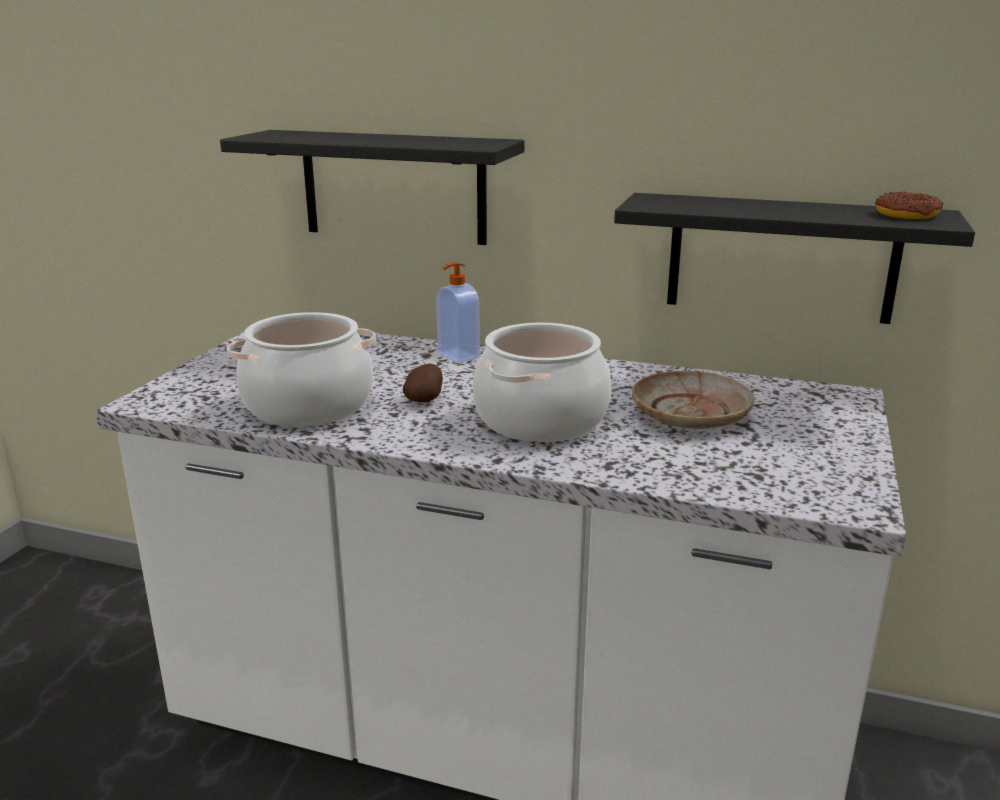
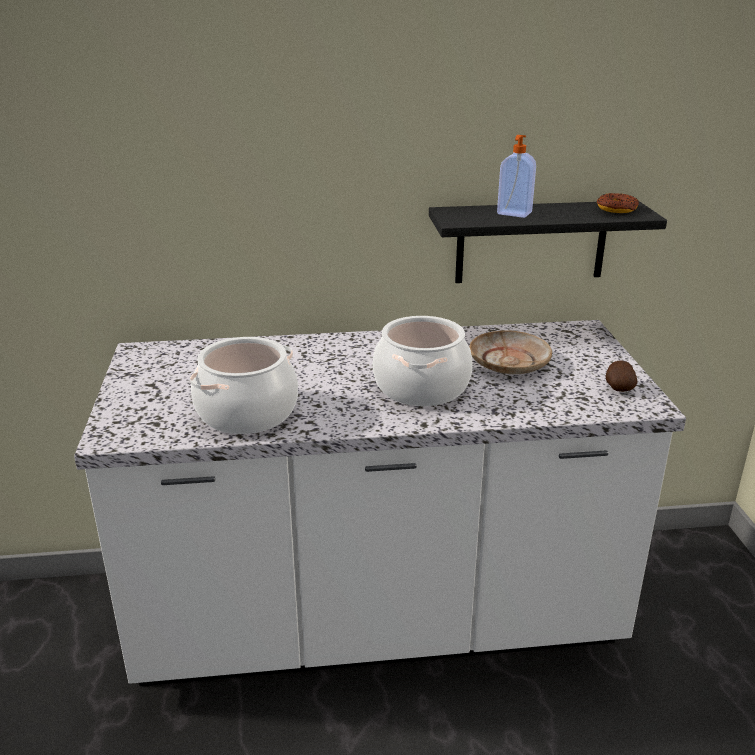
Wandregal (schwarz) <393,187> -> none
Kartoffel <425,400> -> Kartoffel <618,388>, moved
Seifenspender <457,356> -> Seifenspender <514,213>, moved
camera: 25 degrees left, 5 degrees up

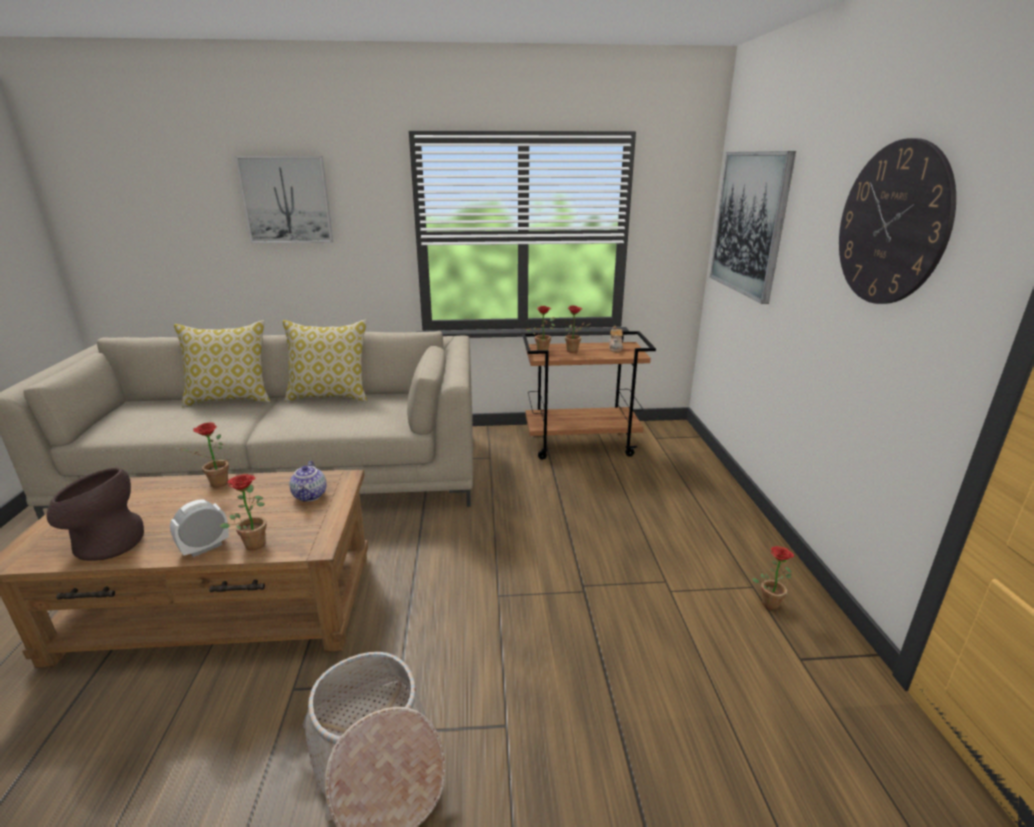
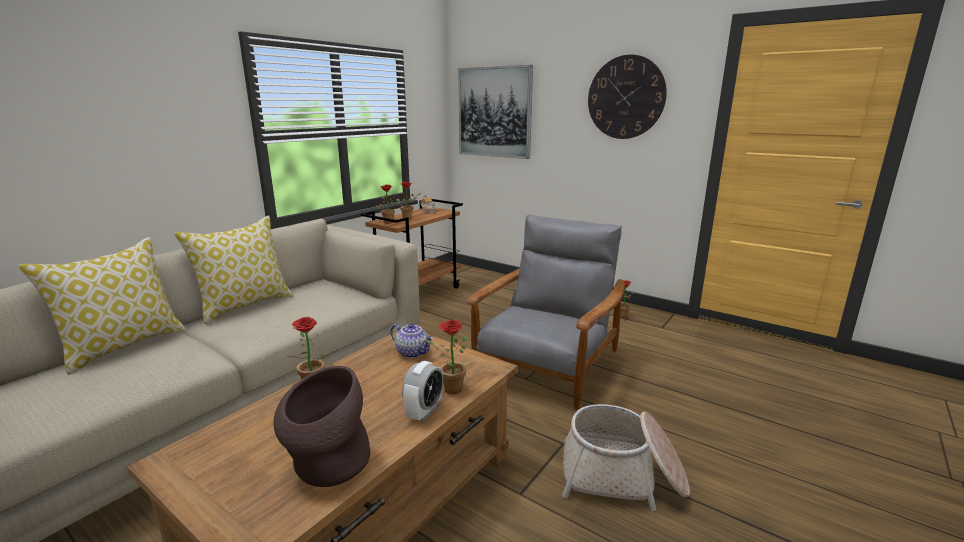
Bild <286,200> -> none
none -> Sessel (grau) <547,364>
Wecker <205,548> -> Wecker <424,412>, 150 degrees counterclockwise
camera: 50 degrees left, 5 degrees down

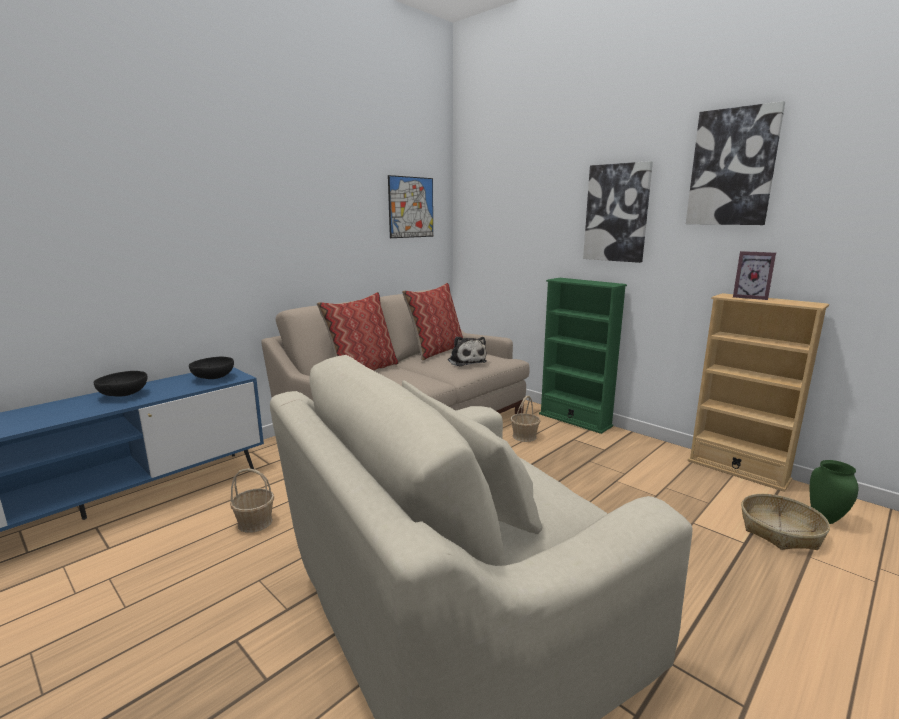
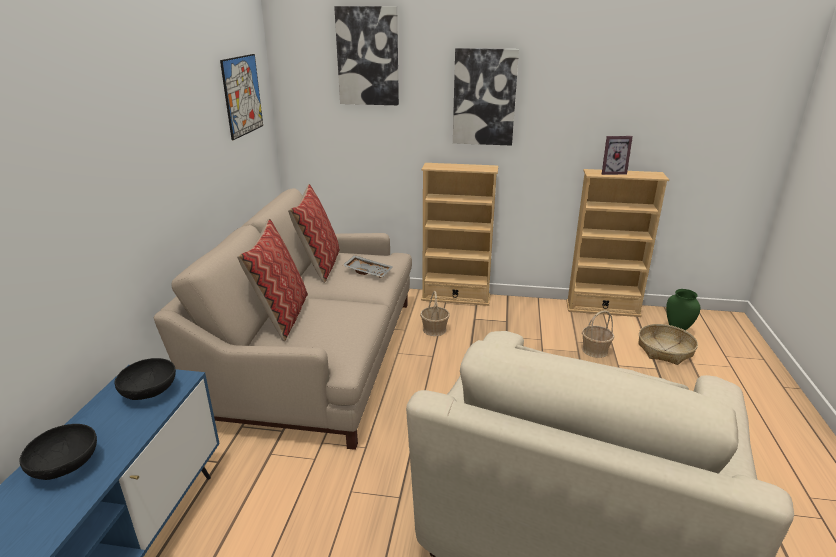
Korb <255,522> -> Korb <594,350>, moved
Bild <732,167> -> Bild <368,56>, moved
Plüschtier <466,361> -> Tablett (grau) <368,271>
Bücherregal (grün) <575,420> -> Bücherregal (beige) <455,297>
camera: 35 degrees left, 10 degrees up

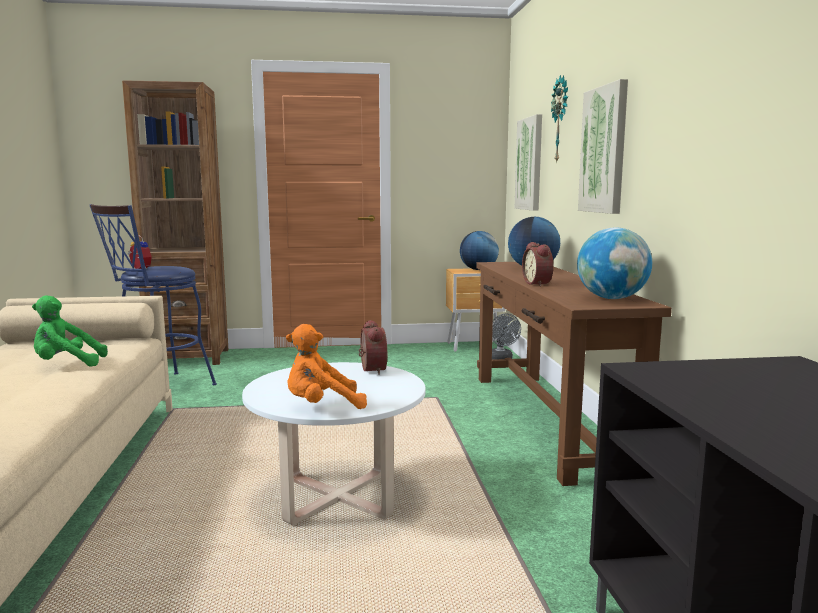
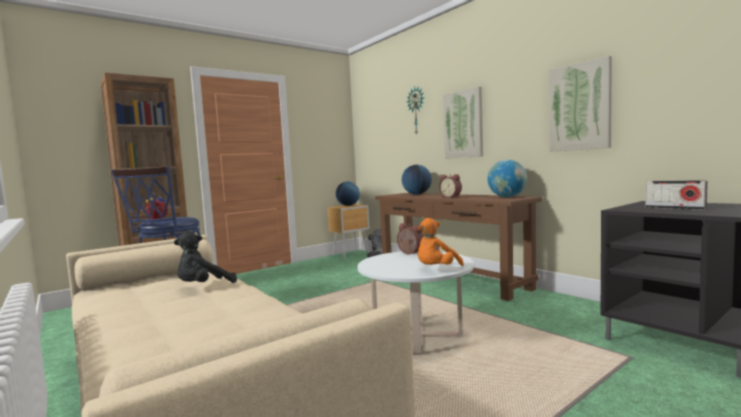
none -> Radio <674,208>
Bild <530,164> -> Bild <580,107>, moved
Plüschtier (grün) <66,364> -> Plüschtier (schwarz) <203,287>
camera: 30 degrees left, 5 degrees down

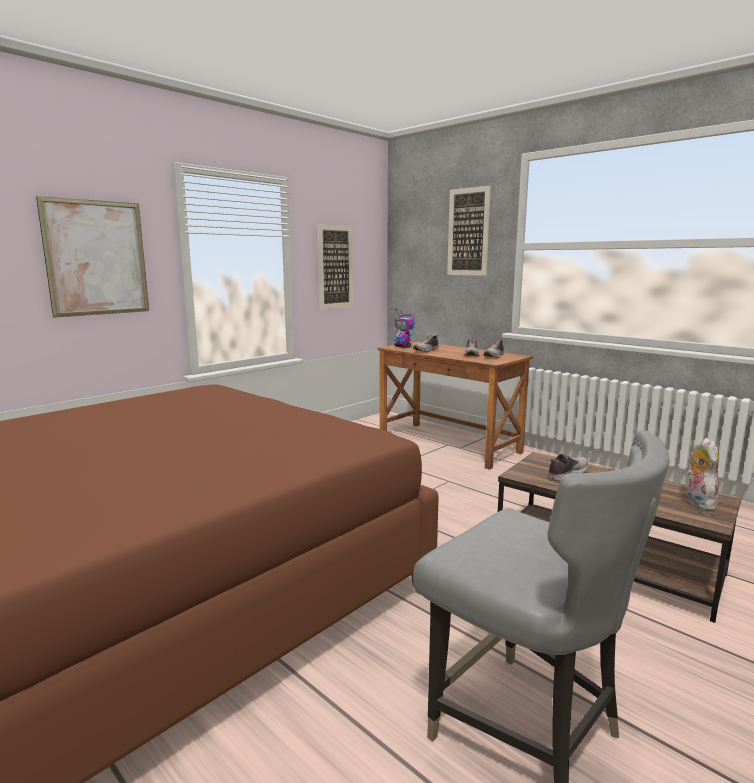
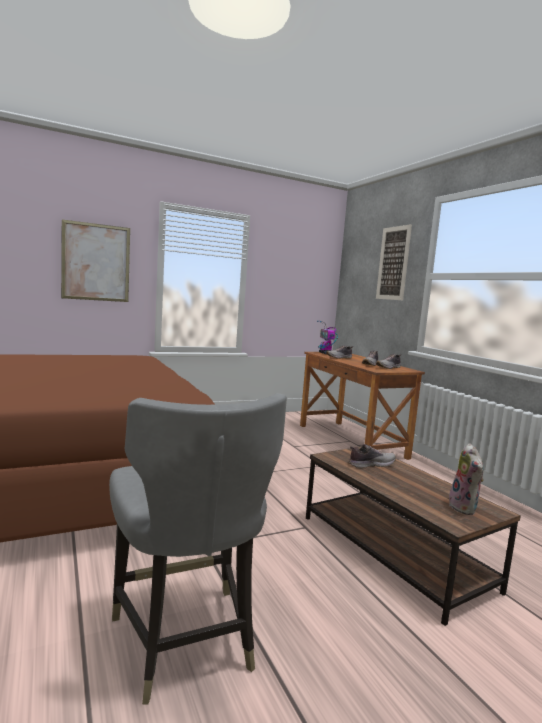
Bild <335,267> -> none
Plüschtier <697,502> -> Plüschtier <465,508>, 150 degrees clockwise
camera: 20 degrees right, 5 degrees down

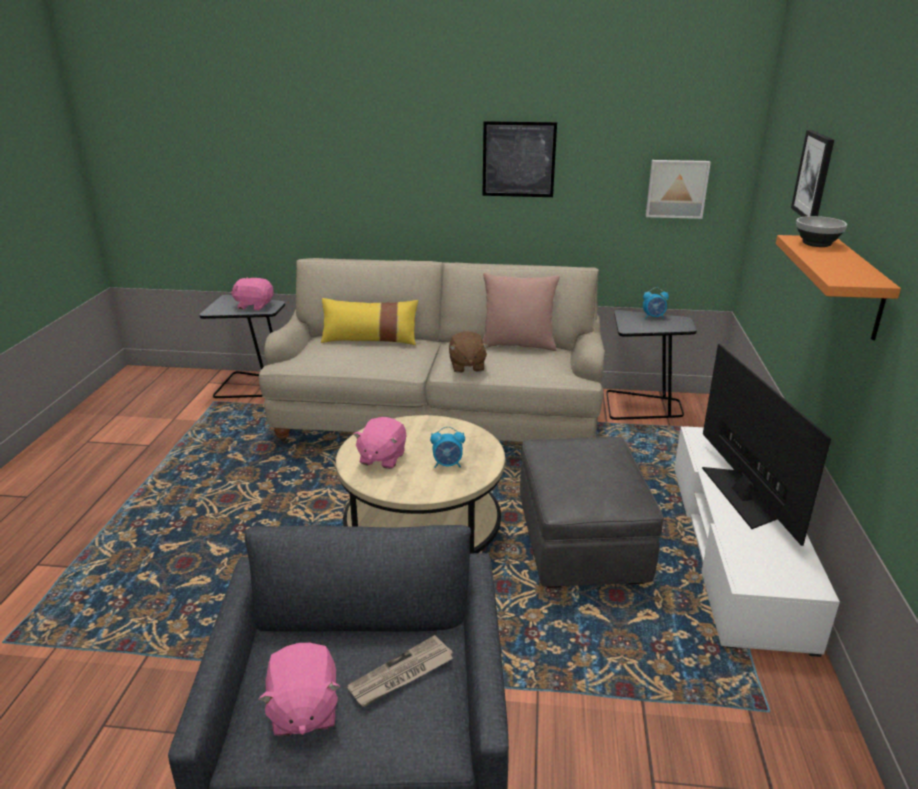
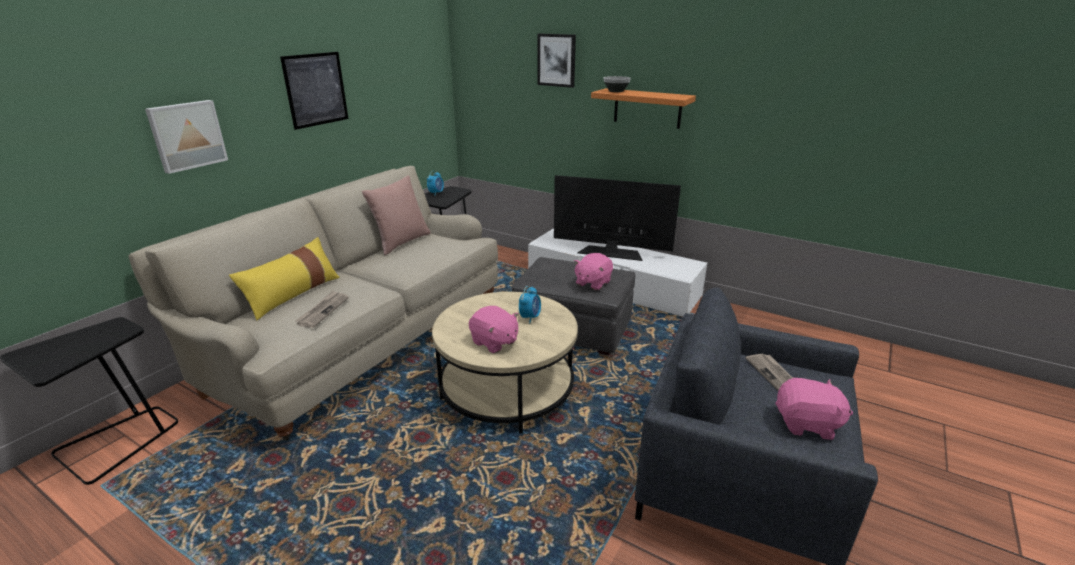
Plüschtier (braun) <466,366> -> none
none -> Zeitung <323,310>
Plüschtier (rosa) <254,305> -> Plüschtier (rosa) <592,283>, moved
Bild <676,188> -> Bild <187,135>, moved
camera: 65 degrees left, 0 degrees up

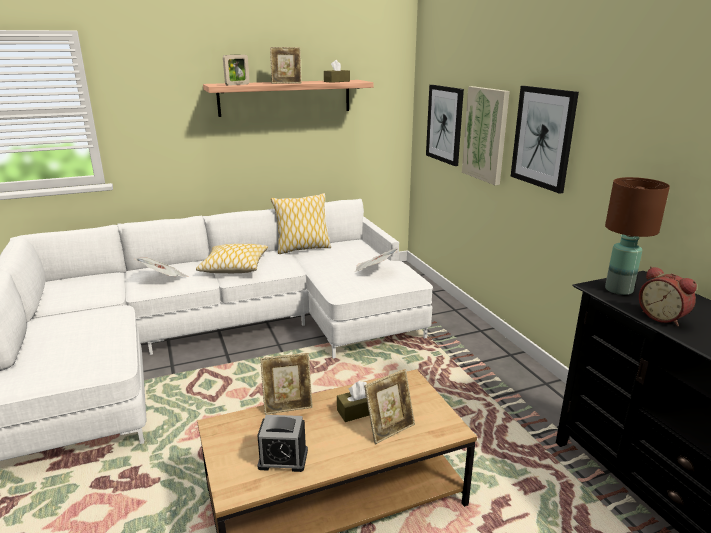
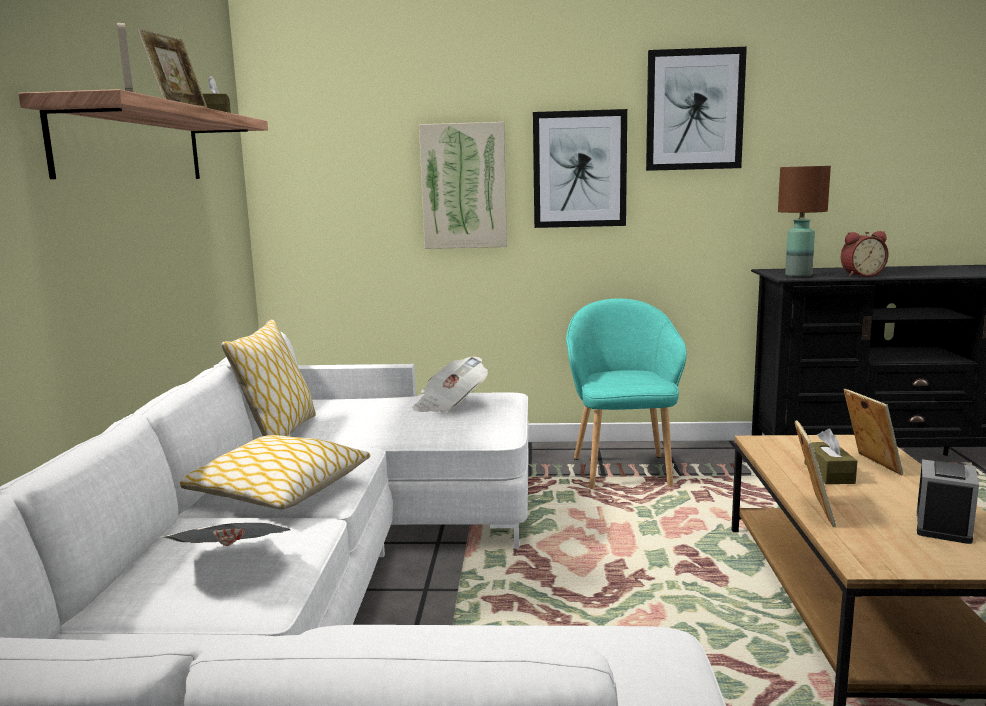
none -> Sessel (türkis) <623,470>
Bild <445,124> -> Bild <694,110>, moved
camera: 65 degrees left, 10 degrees down

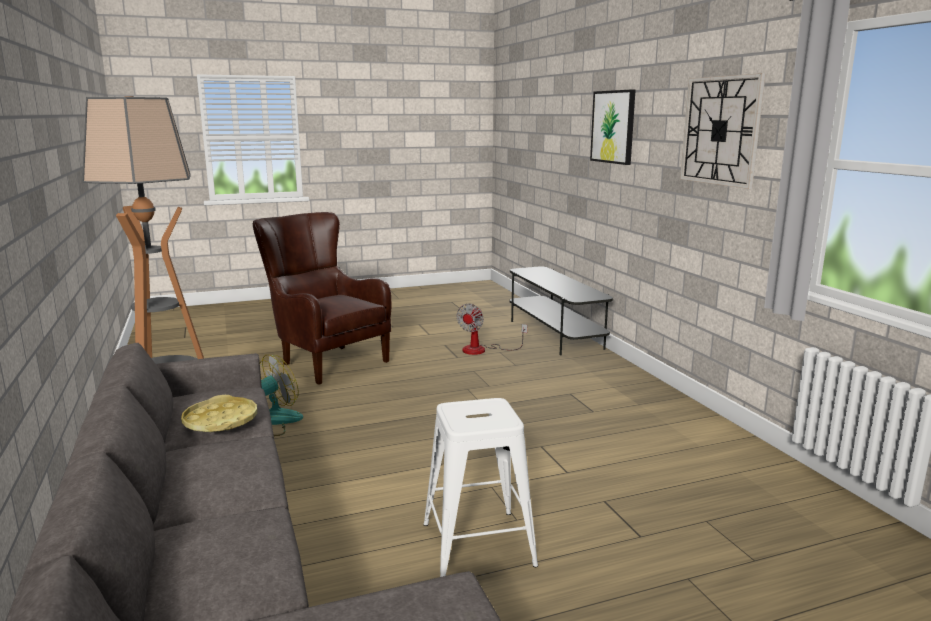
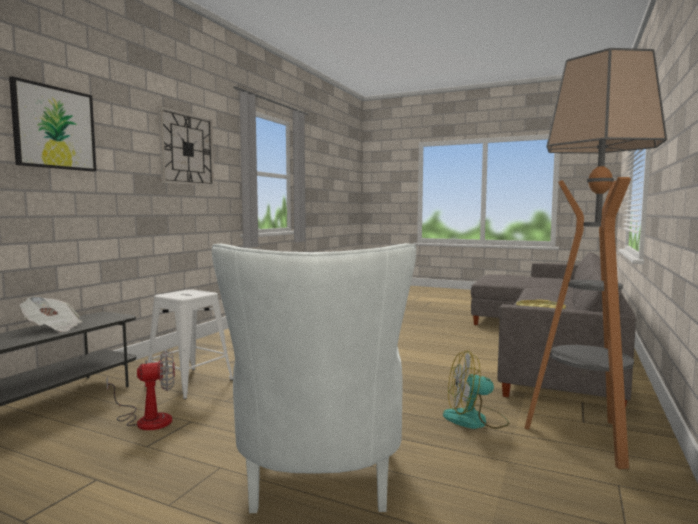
none -> Zeitung <52,327>
Hocker (weiß) <477,545> -> Hocker (weiß) <190,383>, moved
Sessel (braun) <324,360> -> Sessel (weiß) <319,492>
camera: 135 degrees left, 10 degrees down

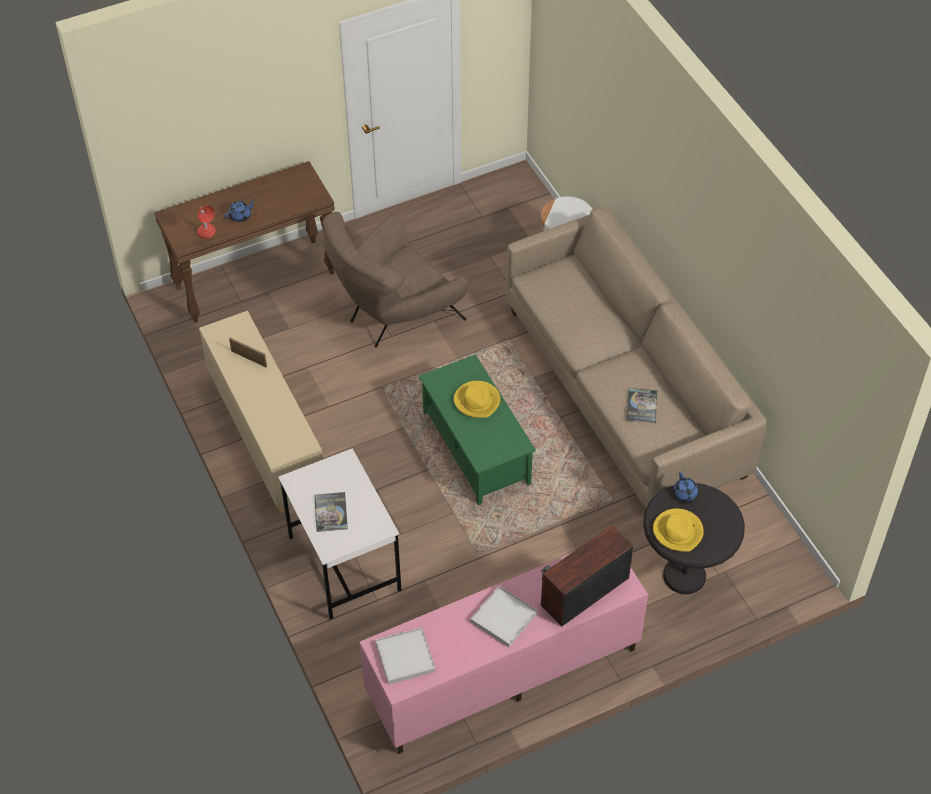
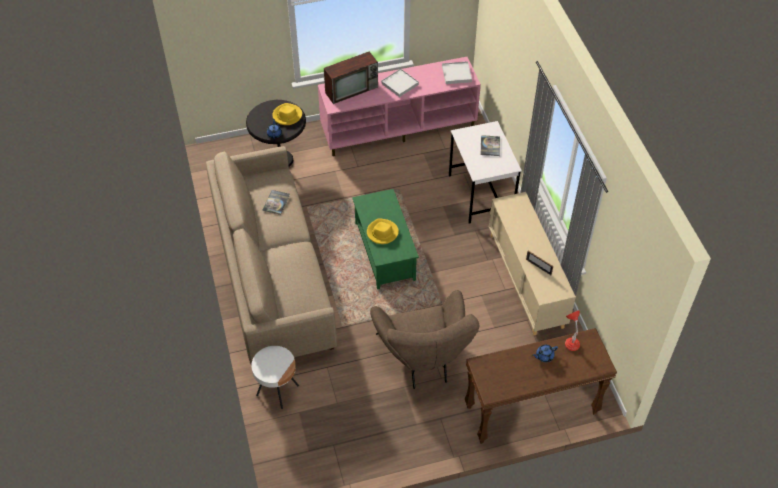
Sessel (braun) <394,316> -> Sessel (braun) <423,359>, 105 degrees clockwise
camera: 170 degrees left, 0 degrees up

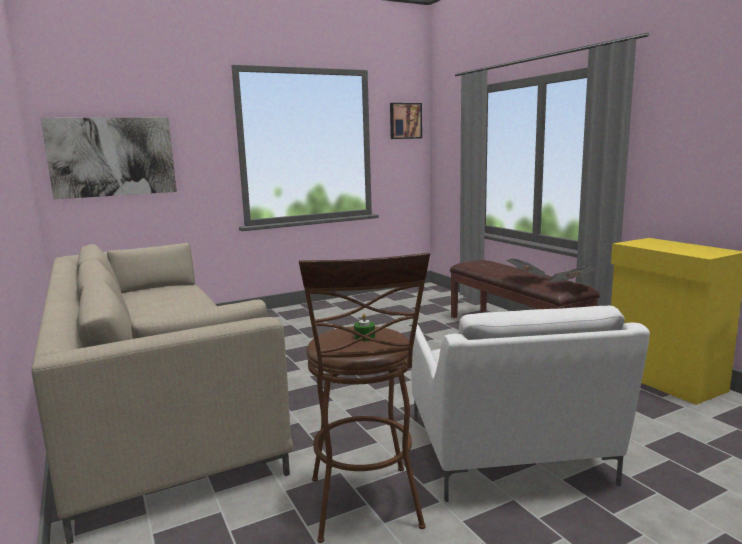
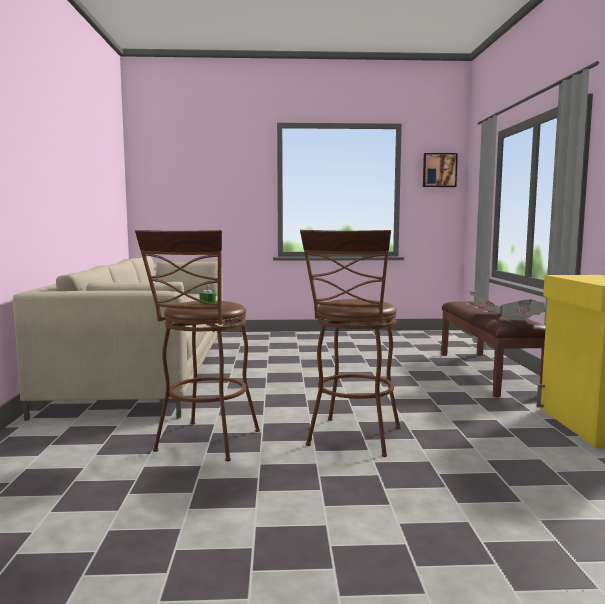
Bild <112,157> -> none
Sessel (weiß) <507,453> -> Hocker (braun) <353,439>
camera: 25 degrees right, 5 degrees down

